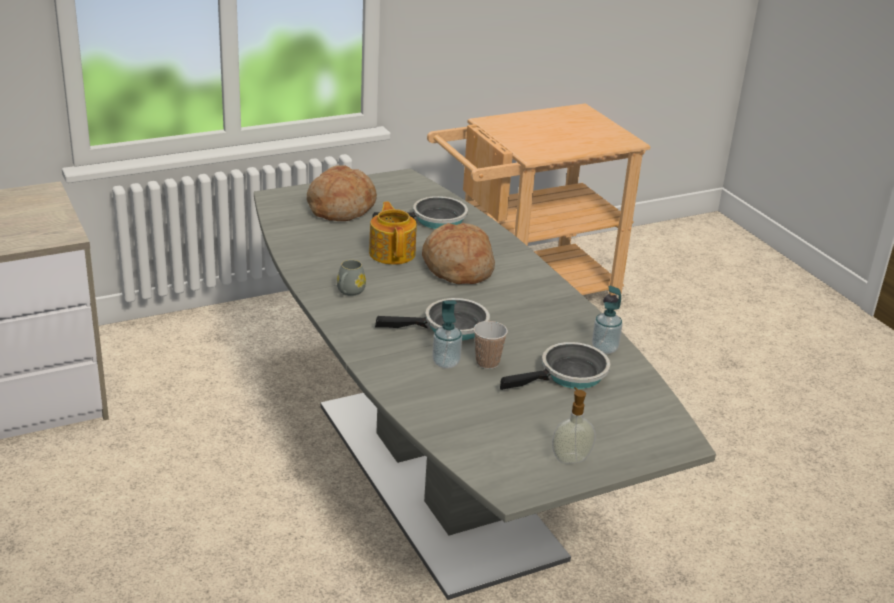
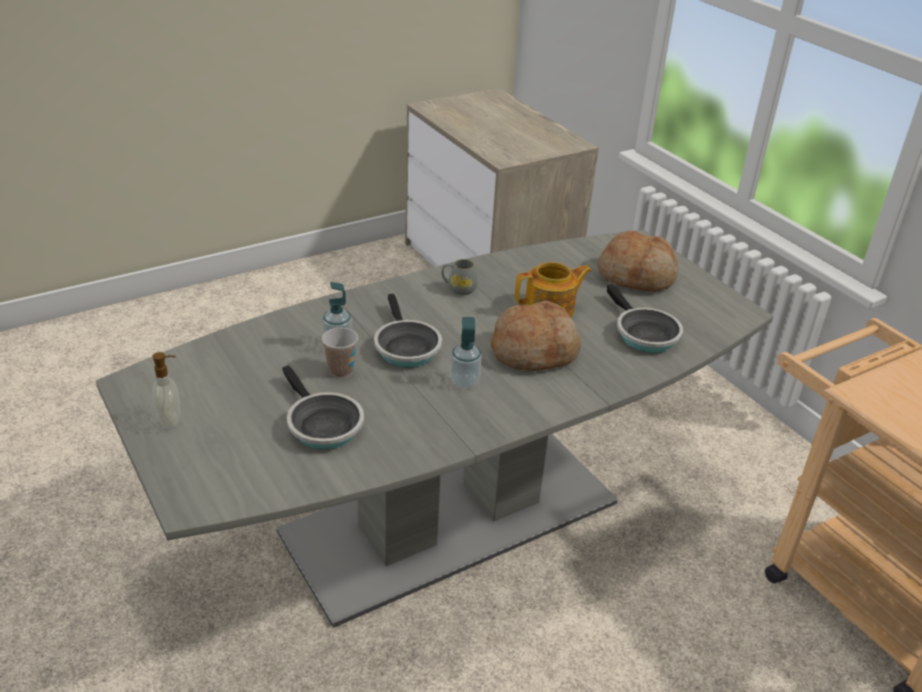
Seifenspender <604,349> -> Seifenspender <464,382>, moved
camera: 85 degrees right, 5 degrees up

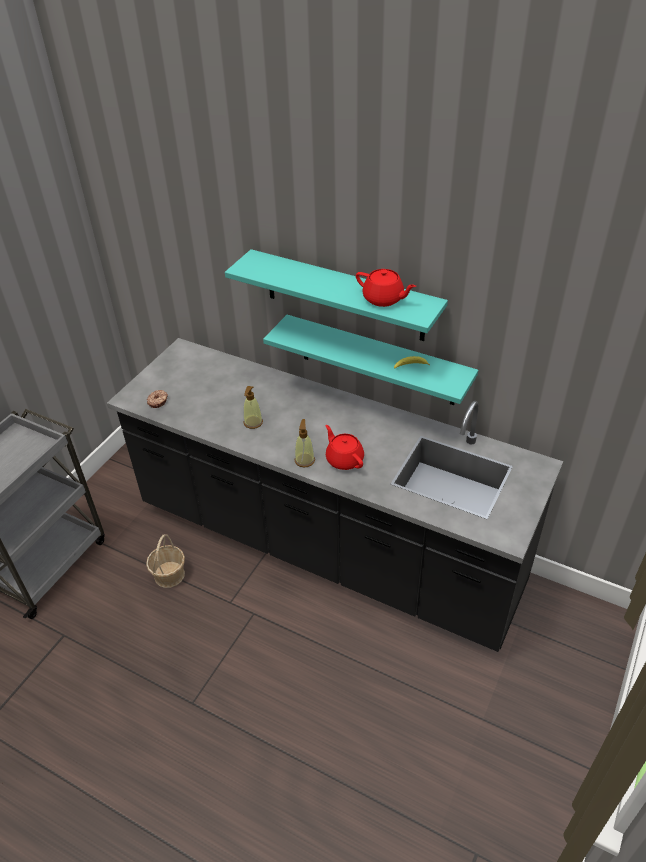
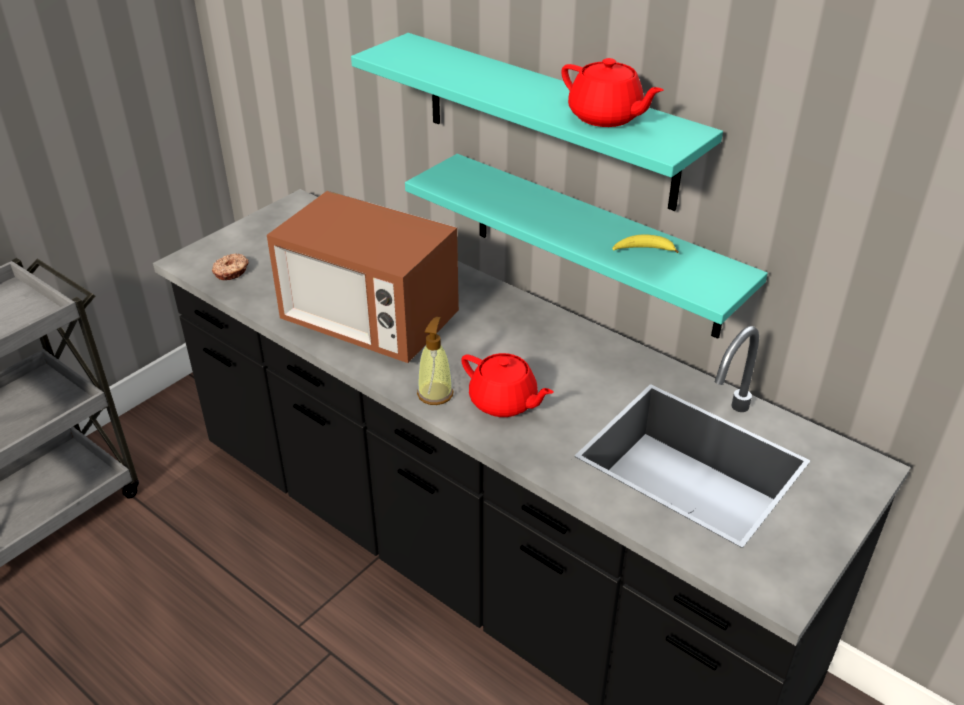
Korb <169,575> -> none
Seifenspender <253,422> -> Mikrowelle <369,323>
Teekanne (rot) <344,459> -> Teekanne (rot) <504,402>, 150 degrees clockwise
camera: 10 degrees right, 5 degrees down

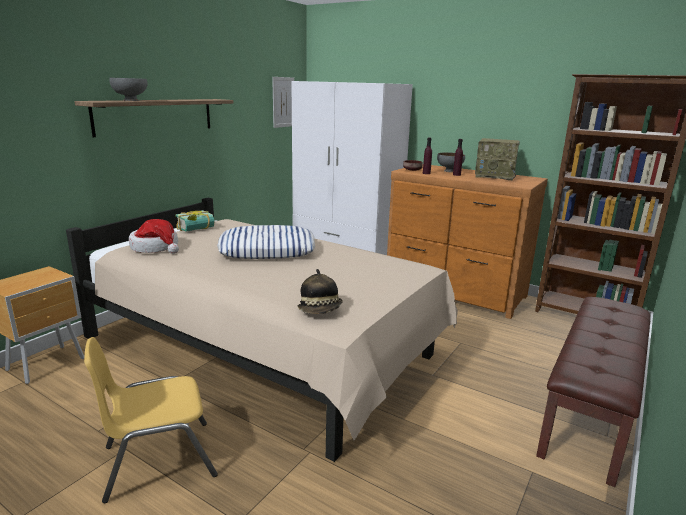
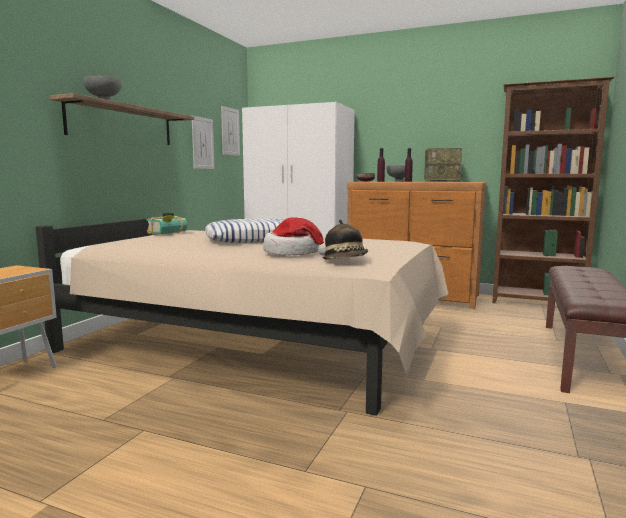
Stuhl (gelb) <159,460> -> none
none -> Bild <203,143>
Hut <156,248> -> Hut <293,253>, moved
camera: 10 degrees left, 10 degrees down

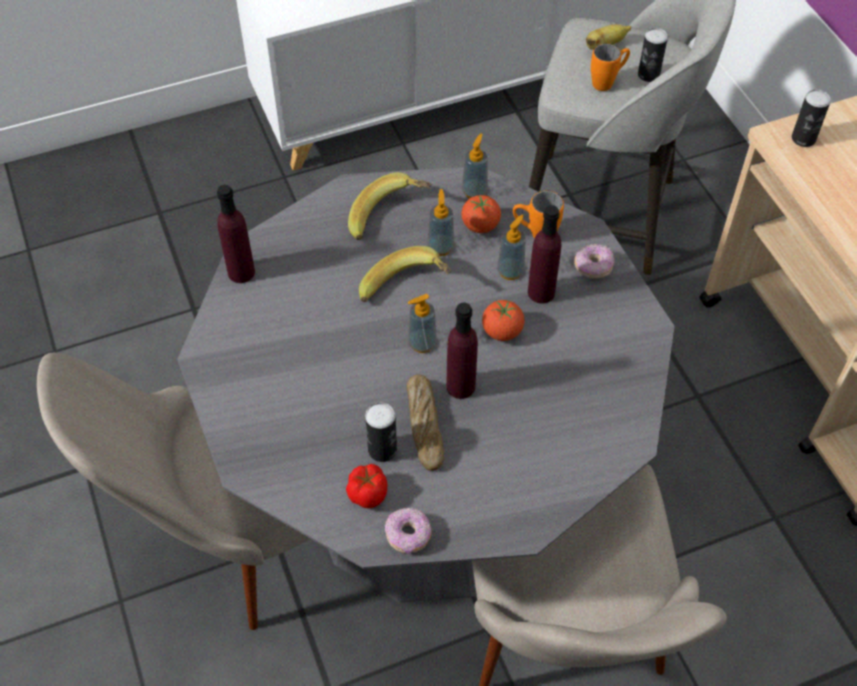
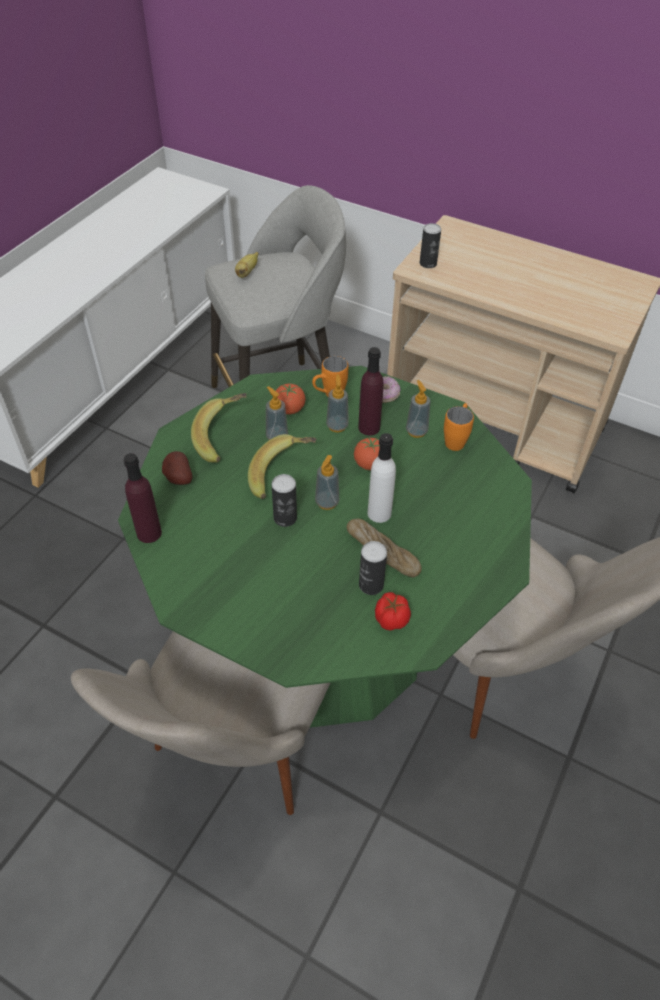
Donut <408,535> -> none
none -> Kartoffel <177,478>
Seifenspender <474,191> -> Seifenspender <416,431>, moved
Henkelbecher (orange) <608,82> -> Henkelbecher (orange) <456,439>, moved
Dose <648,75> -> Dose <285,518>, moved
Esstisch (grau) <428,493> -> Esstisch (grün) <326,637>
Flasche (lila) <460,386> -> Flasche (weiß) <379,513>
camera: 40 degrees left, 5 degrees down

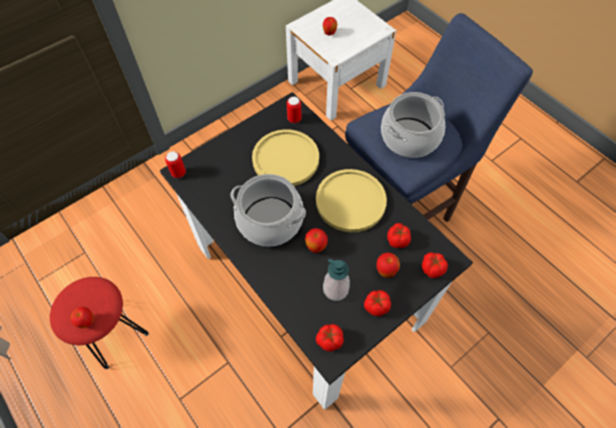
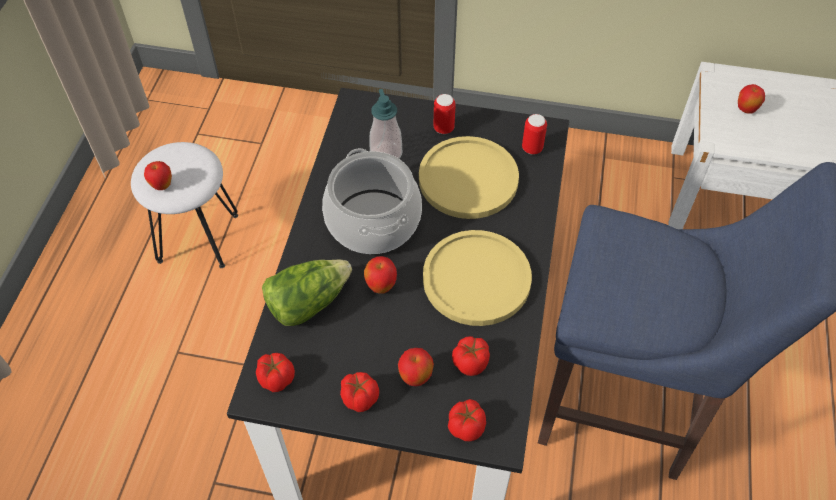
Kochtopf <409,137> -> none
none -> Salatkopf <307,302>
Dose <178,173> -> Dose <443,128>, moved
Seifenspender <335,289> -> Seifenspender <386,153>, moved
Hocker (rot) <113,333> -> Hocker (weiß) <198,237>
camera: 50 degrees right, 5 degrees down

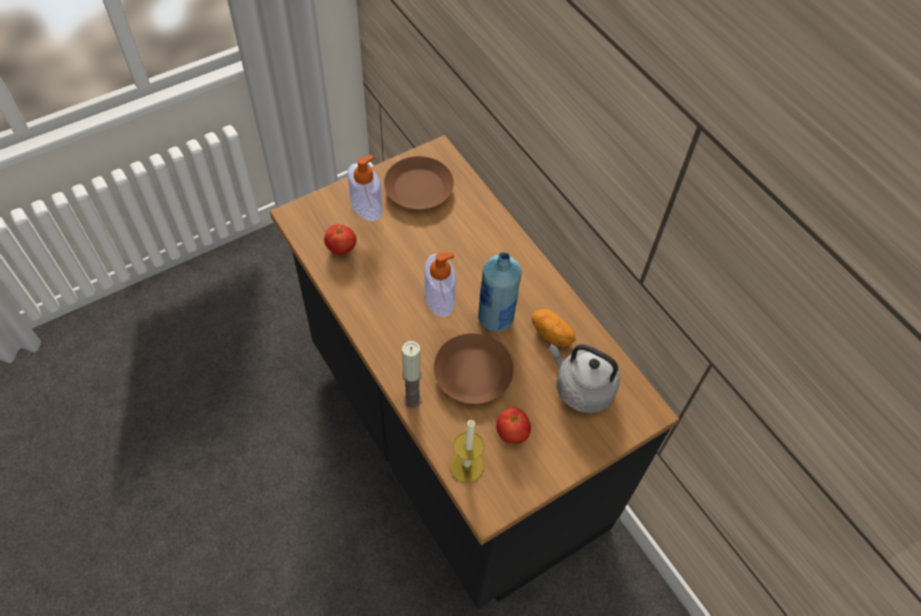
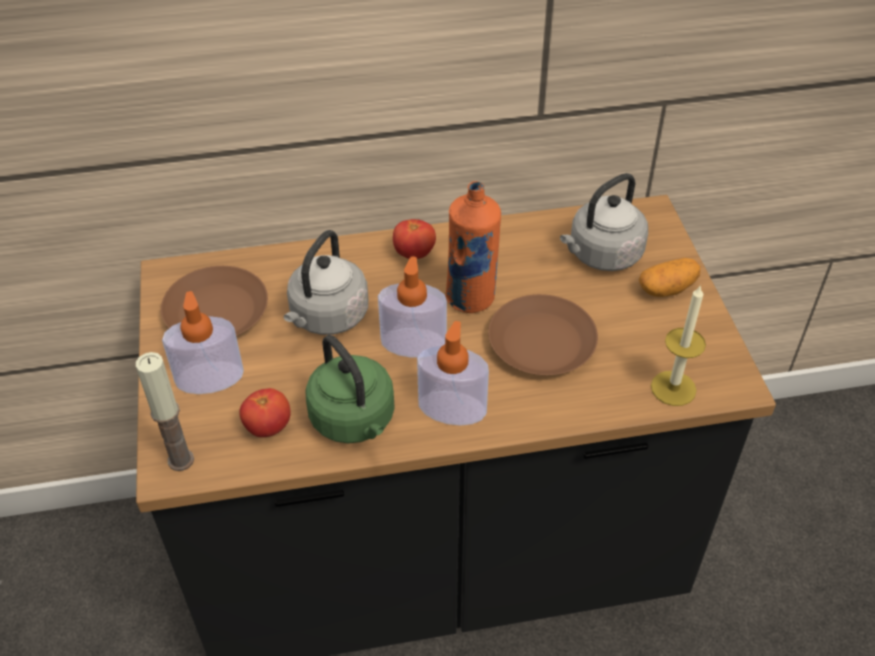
none -> Wasserkessel (grau) <327,317>
none -> Wasserkessel (grün) <355,421>
none -> Seifenspender <452,408>
Kerze <412,399> -> Kerze <180,460>, moved
Tomate <512,433> -> Tomate <414,253>, moved
Kartoffel <552,334> -> Kartoffel <667,288>, moved
Flasche (blau) <495,318> -> Flasche (orange) <471,298>
camera: 65 degrees left, 10 degrees down

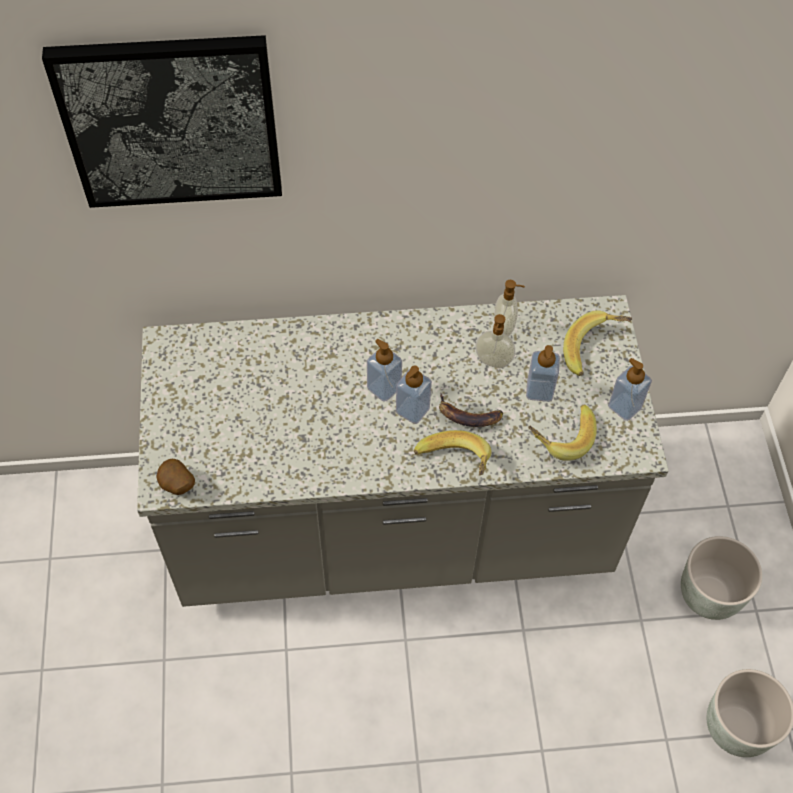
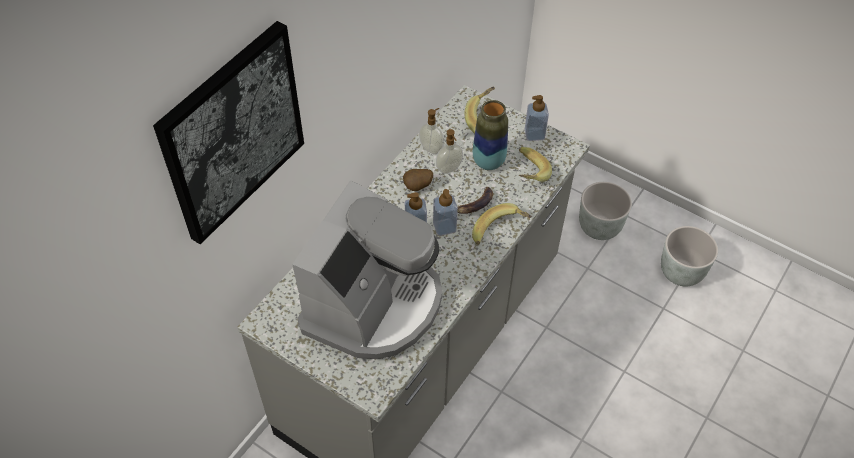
none -> Kaffeemaschine <374,304>
Kartoffel <177,486> -> Kartoffel <418,187>, moved
Seifenspender <539,390> -> Vase <488,162>
camera: 50 degrees left, 5 degrees down

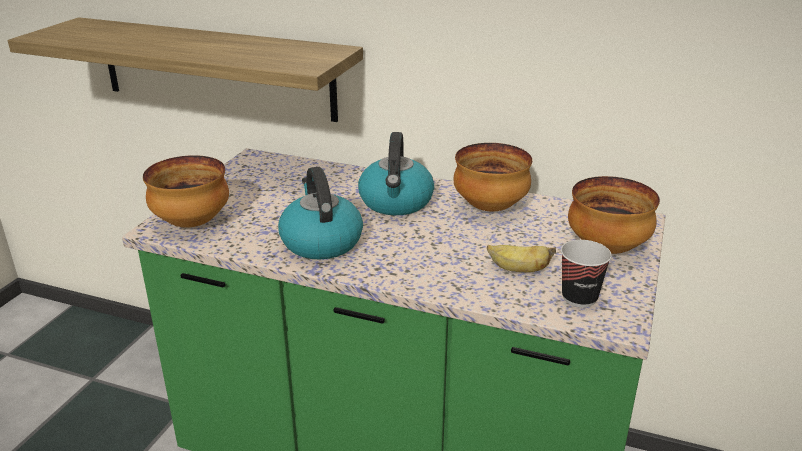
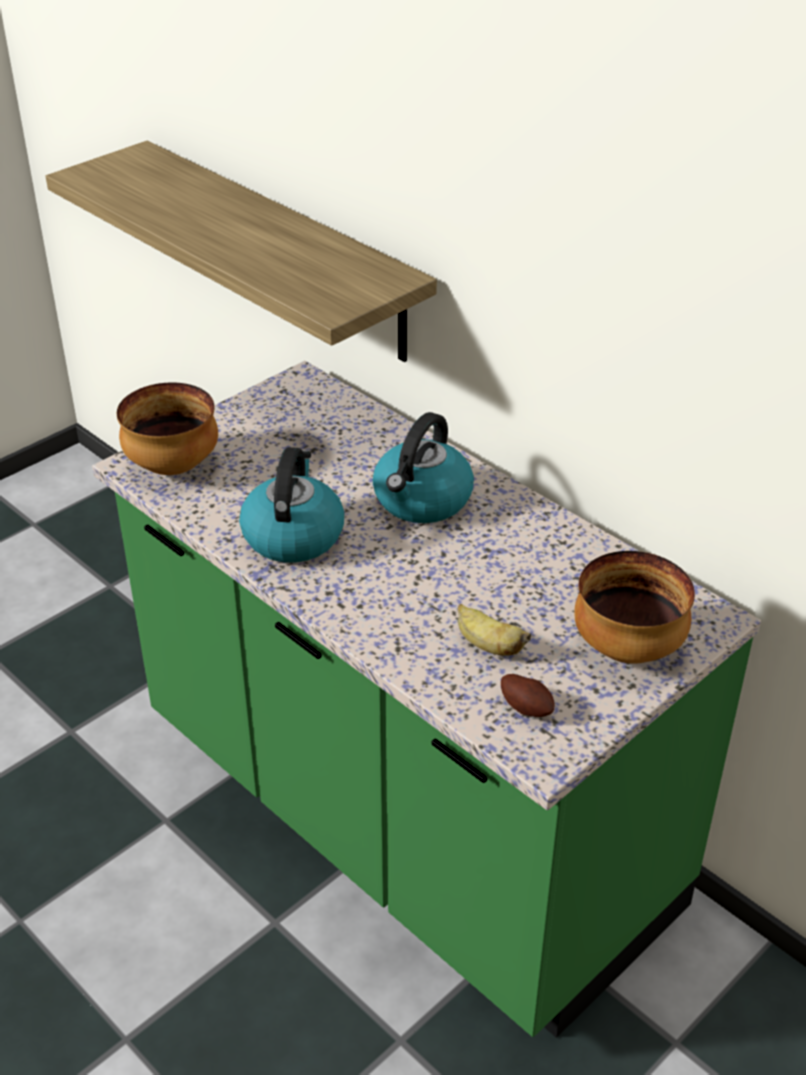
Schüssel <490,208> -> none
Tasse <579,298> -> Kartoffel <527,707>
camera: 25 degrees right, 10 degrees up

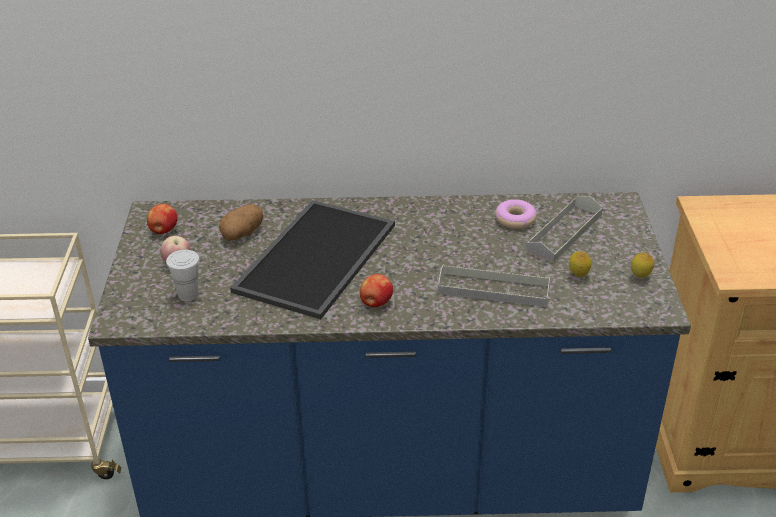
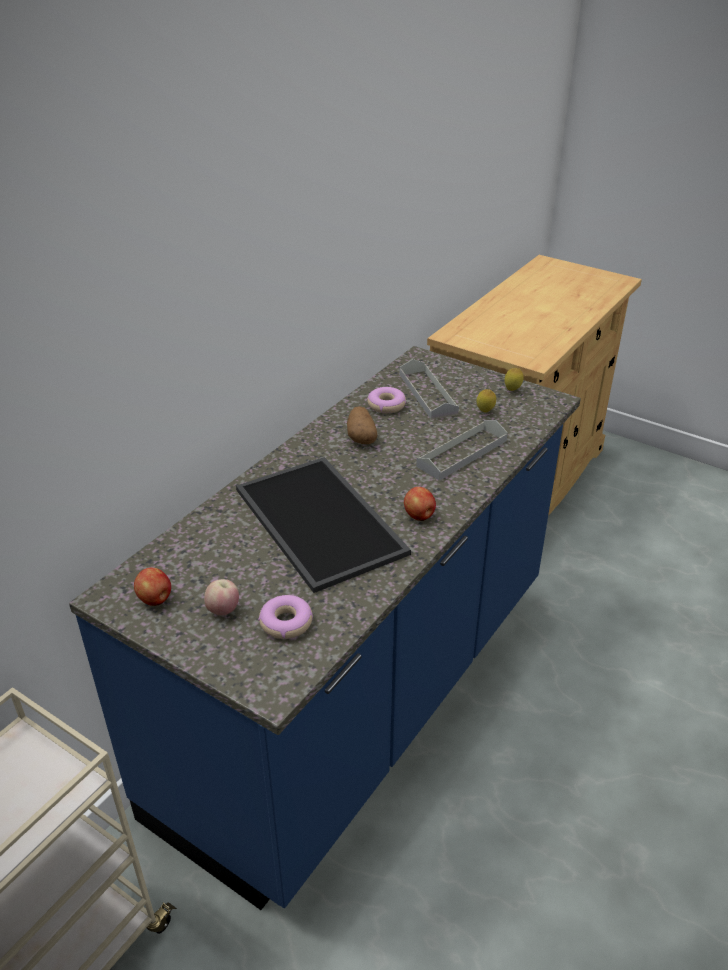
Kartoffel <242,233> -> Kartoffel <361,437>, moved
Tasse (weiß) <188,295> -> Donut <286,622>
camera: 55 degrees left, 0 degrees up

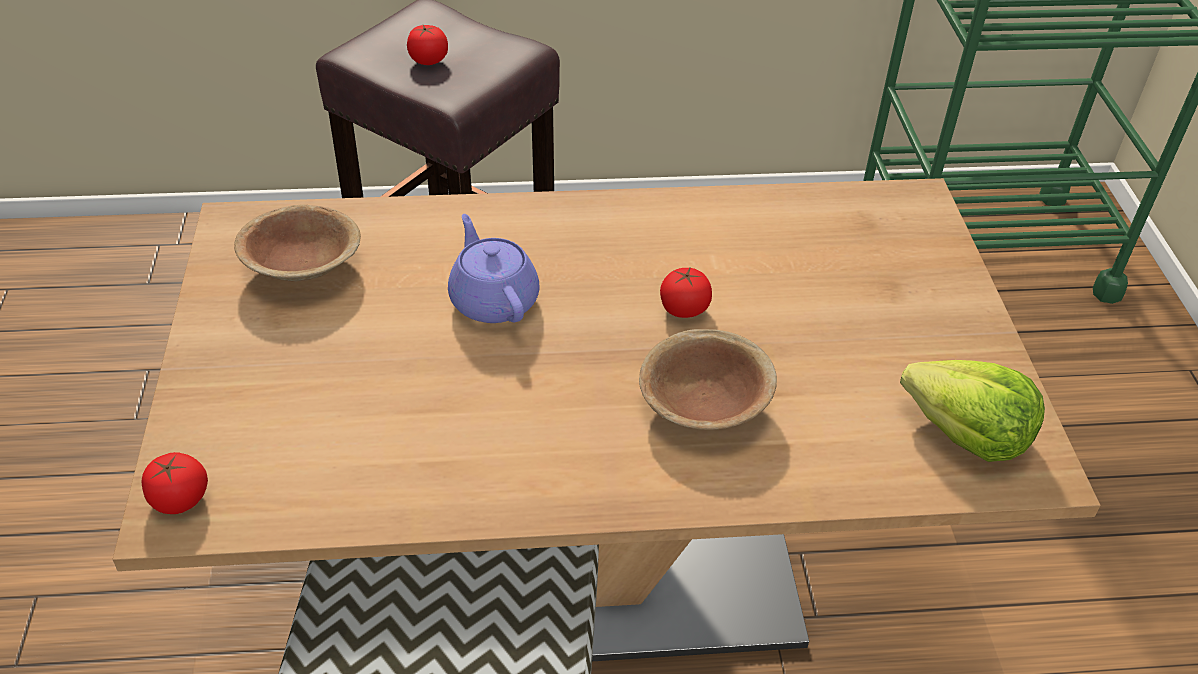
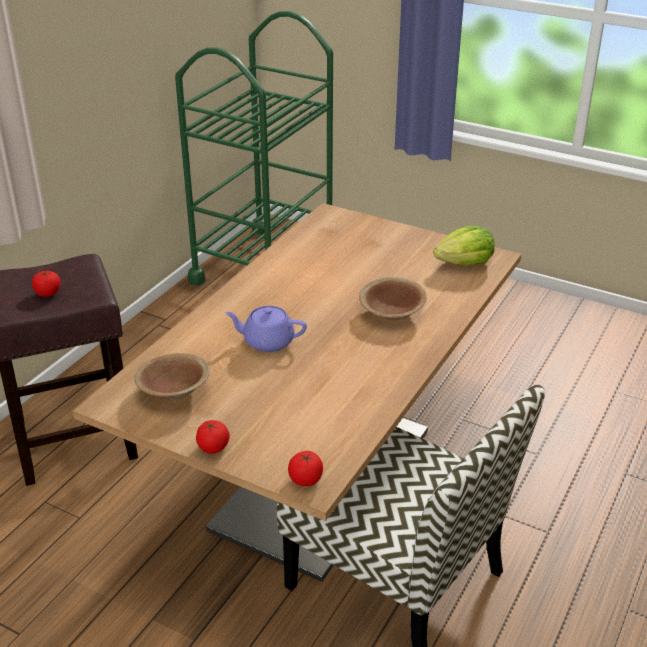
Tomate <684,309> -> Tomate <213,447>, moved
camera: 55 degrees left, 10 degrees down

